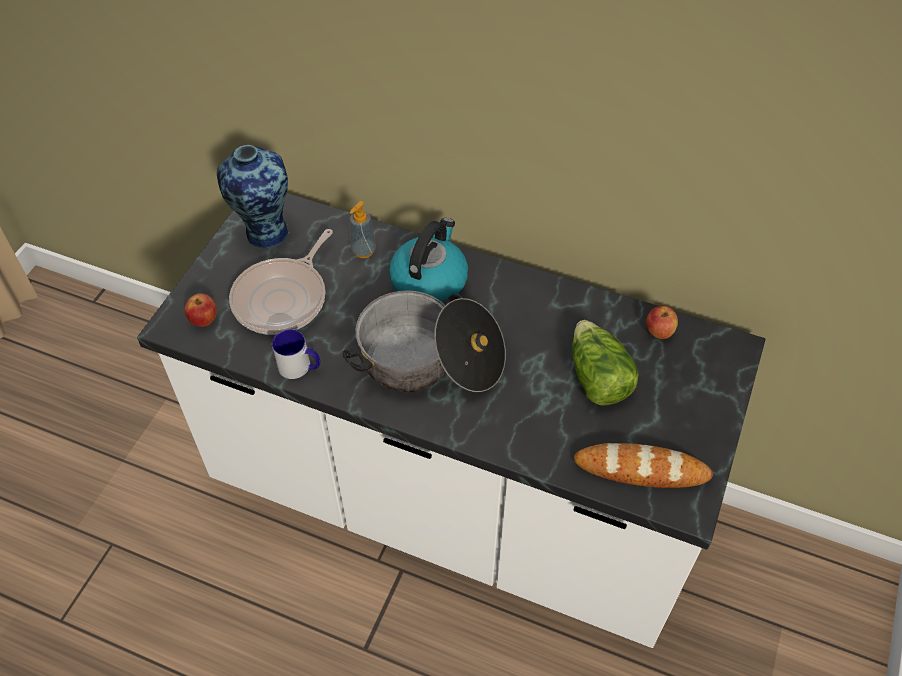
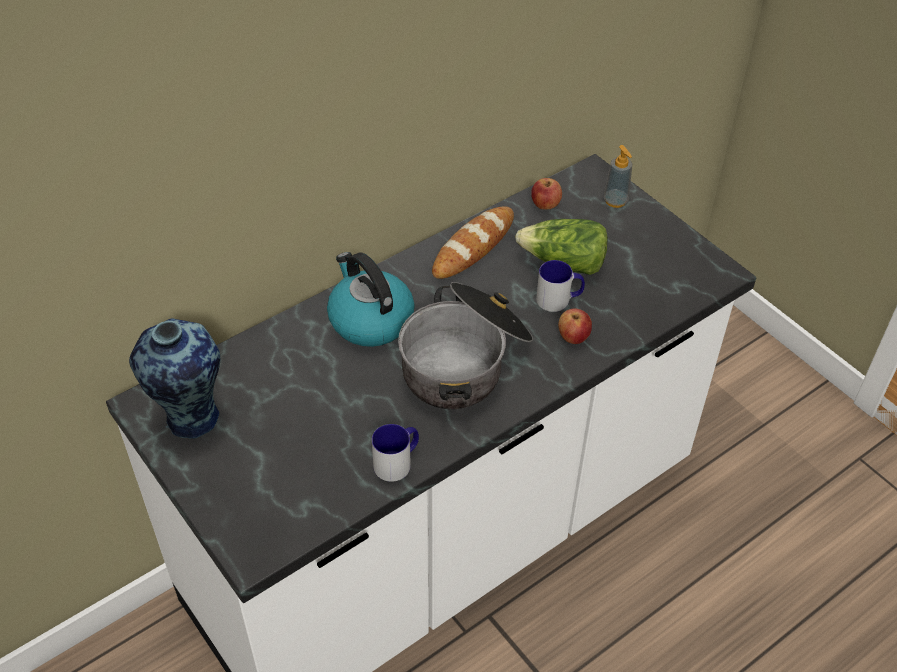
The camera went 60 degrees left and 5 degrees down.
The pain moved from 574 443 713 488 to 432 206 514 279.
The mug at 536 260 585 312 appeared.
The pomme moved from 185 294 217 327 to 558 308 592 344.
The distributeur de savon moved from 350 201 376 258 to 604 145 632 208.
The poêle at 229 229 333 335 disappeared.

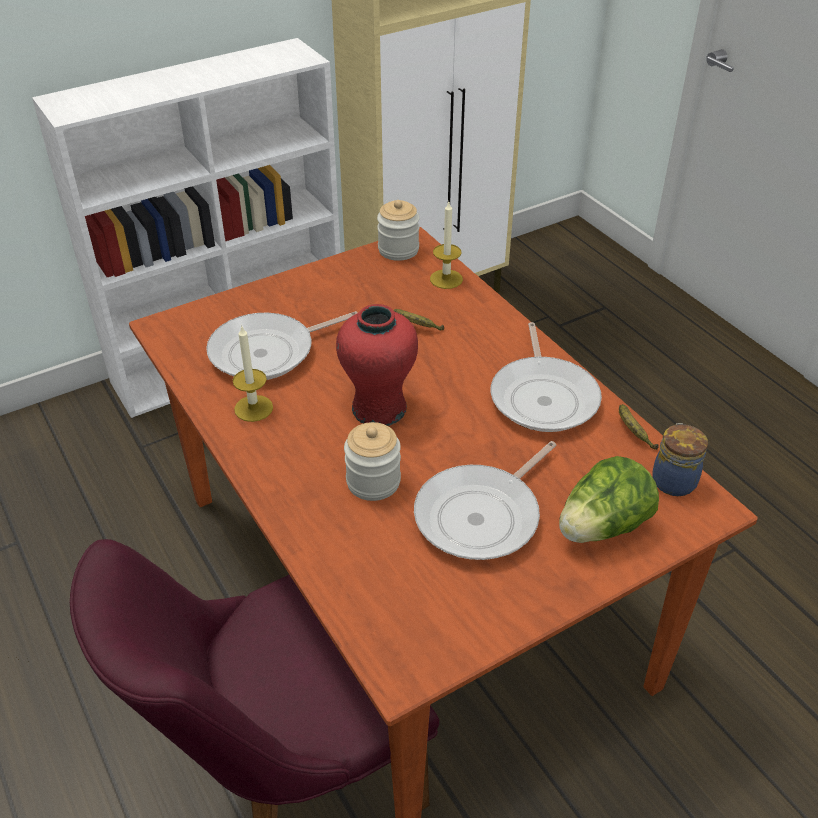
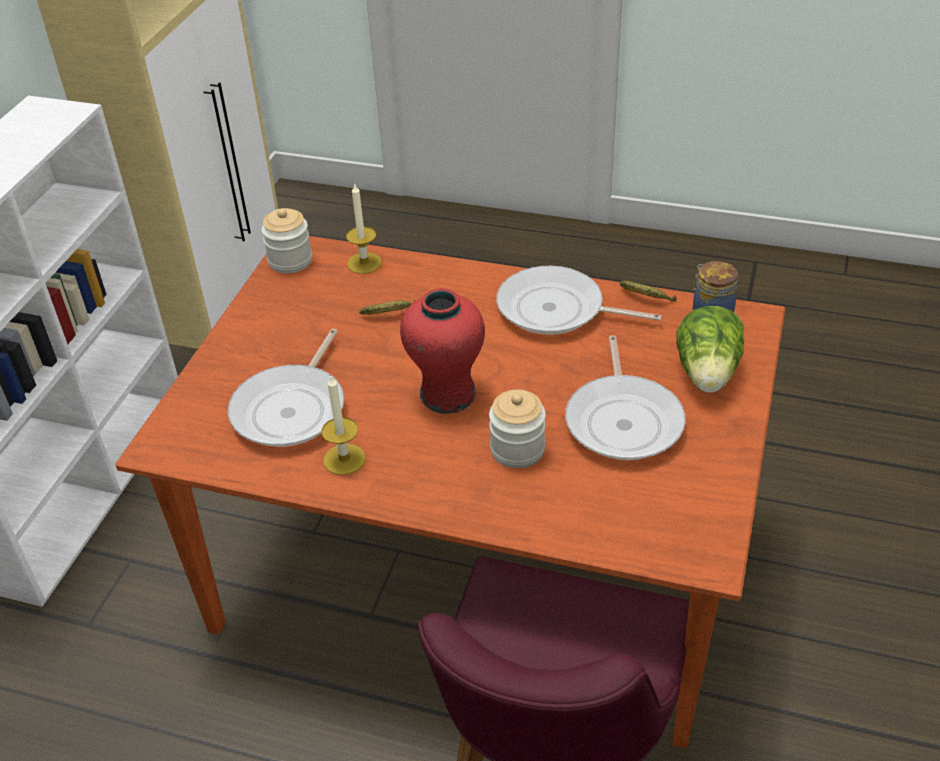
The camera went 40 degrees left and 0 degrees up.
The poêle at 491 322 602 432 turned 150 degrees clockwise.

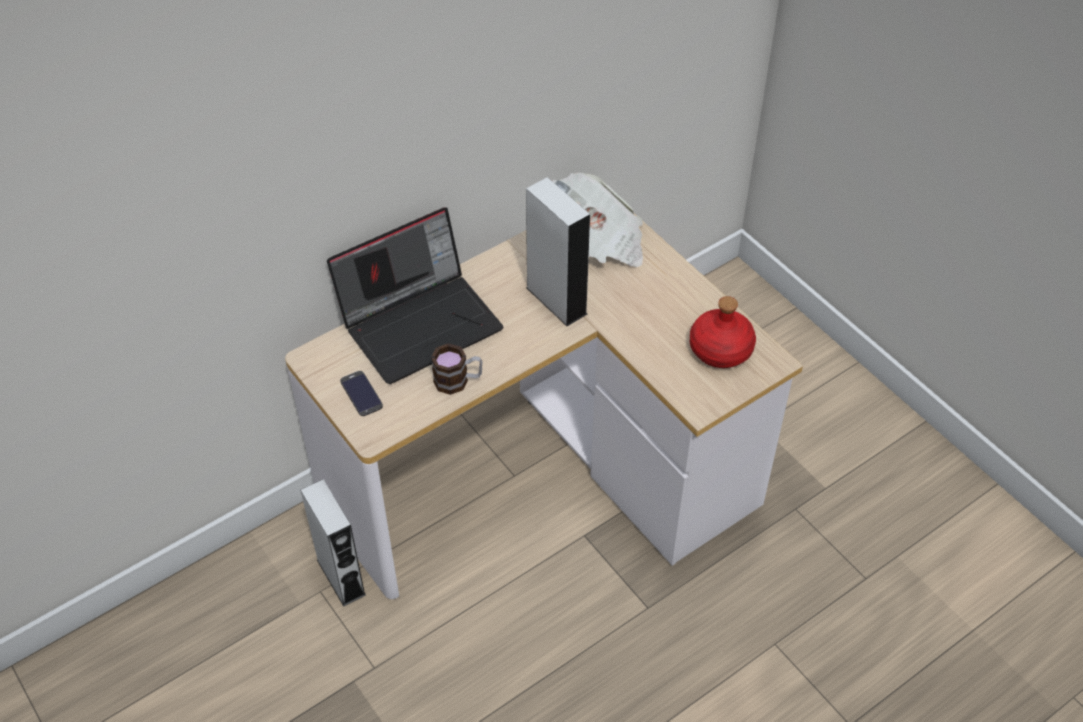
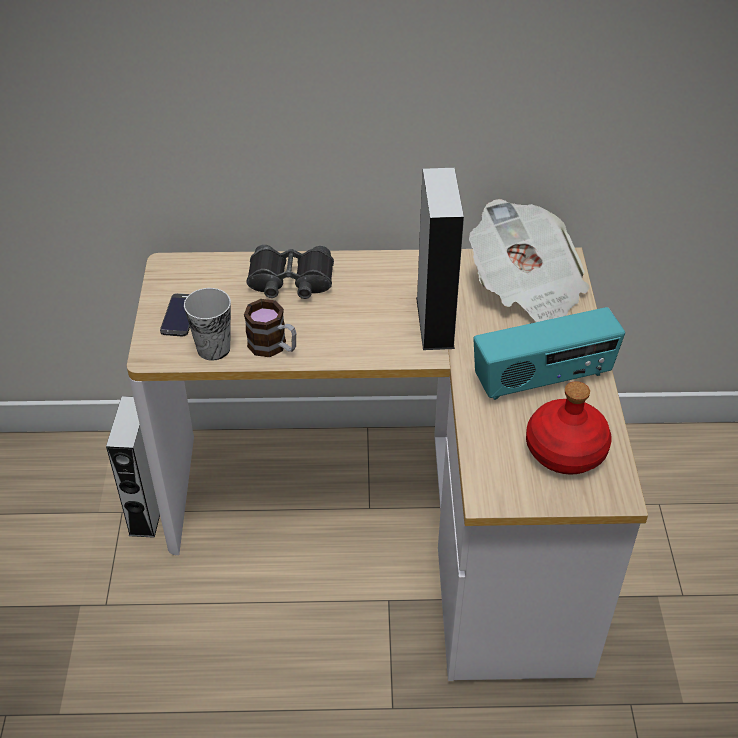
The camera went 35 degrees right and 5 degrees down.
The tasse at 184 288 231 360 appeared.
The ordinateur portable at 327 207 504 384 was replaced by the jumelles [noir] at 246 245 334 299.
The radio at 473 307 625 400 appeared.

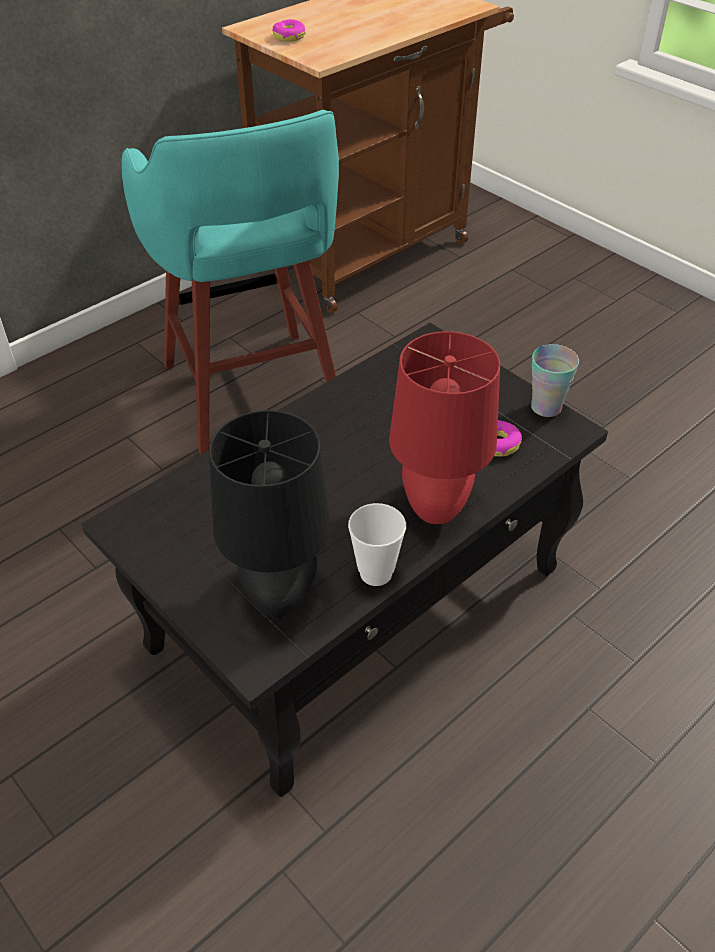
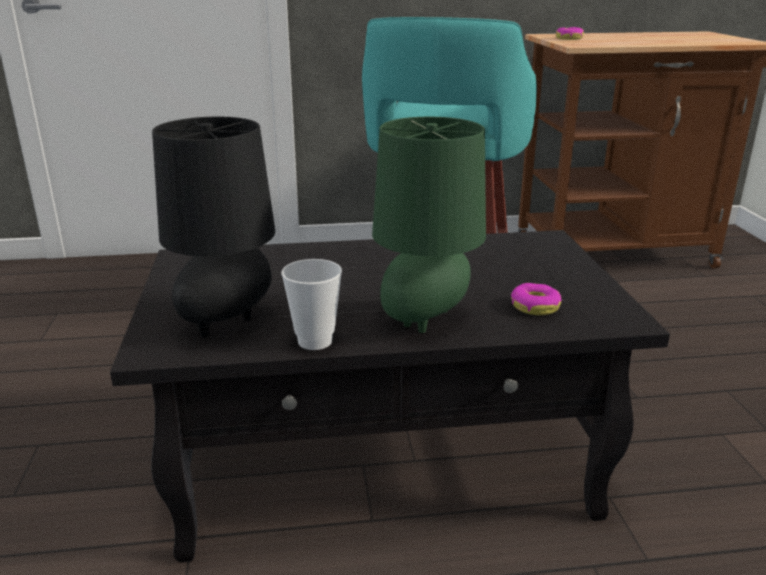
The camera went 35 degrees right and 20 degrees down.
The lampe de table [rouge] at 389 331 500 524 became the lampe de table [vert] at 372 117 486 333.
The tasse at 531 344 579 417 disappeared.

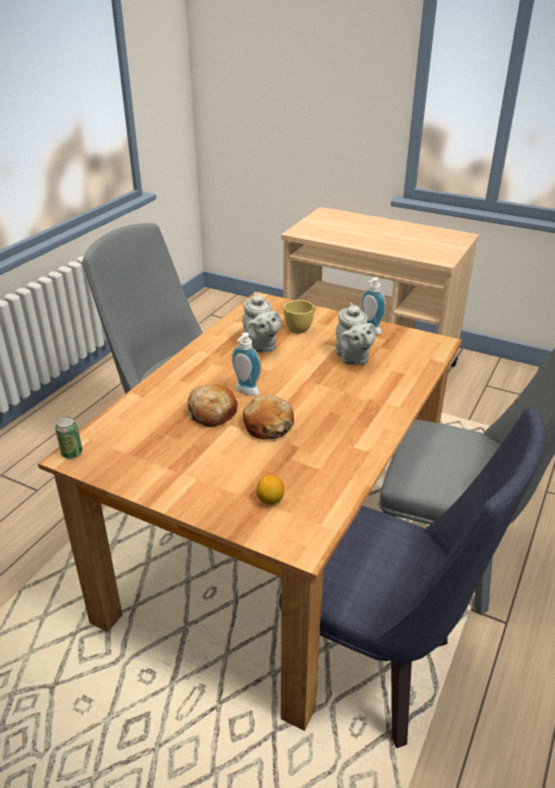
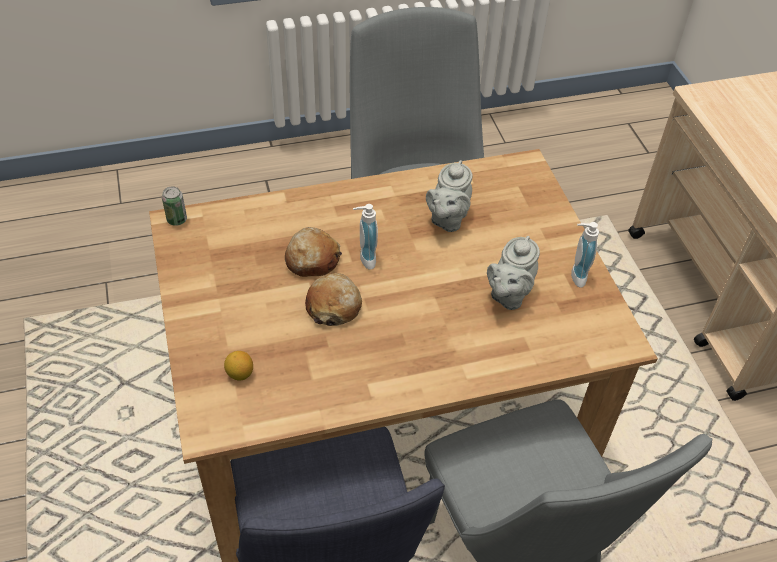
The camera went 45 degrees right and 15 degrees up.
The tasse [jaune] at 284 300 315 334 disappeared.

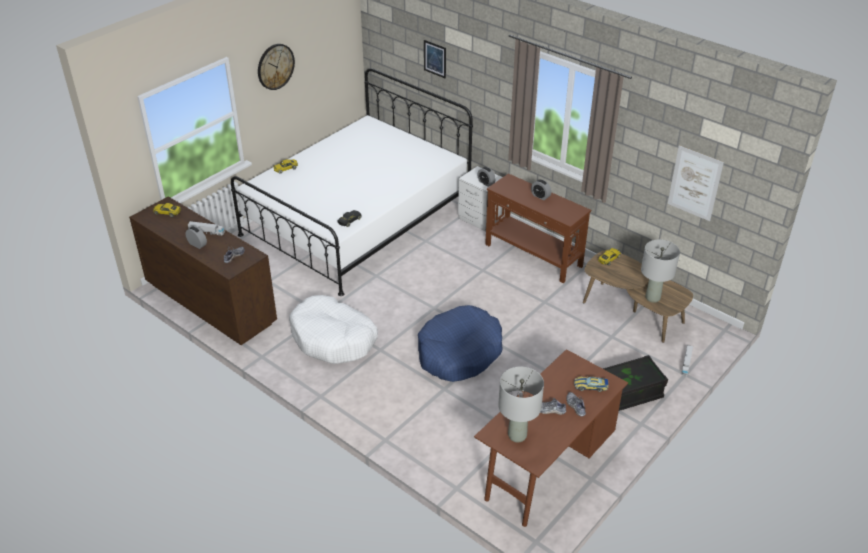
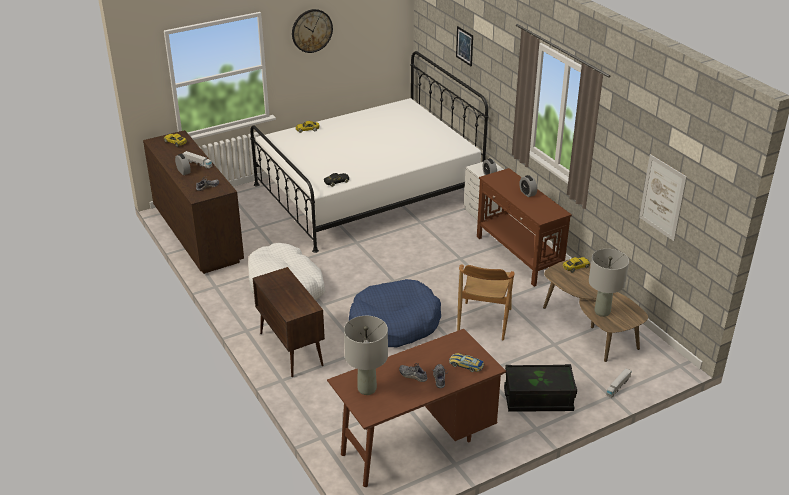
The camera went 20 degrees right and 5 degrees down.
The meuble de rangement [marron] at 253 267 325 377 appeared.
The chaise [marron] at 457 265 515 340 appeared.

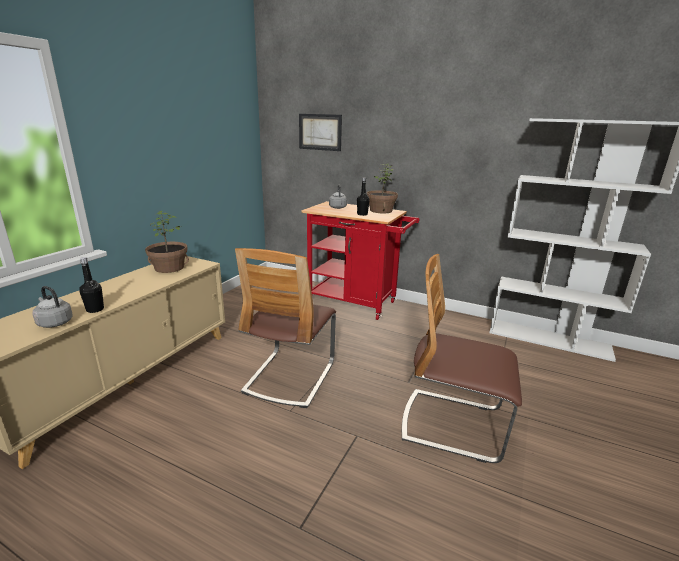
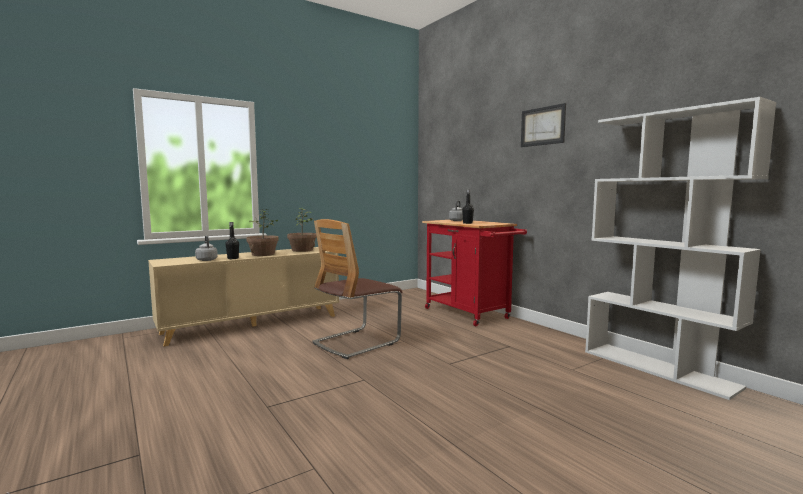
The camera went 30 degrees right and 15 degrees down.
The plante en pot moved from 367 163 398 213 to 246 209 279 256.
The tableau moved from 299 114 342 151 to 521 103 566 147.
The chaise at 402 254 522 463 disappeared.

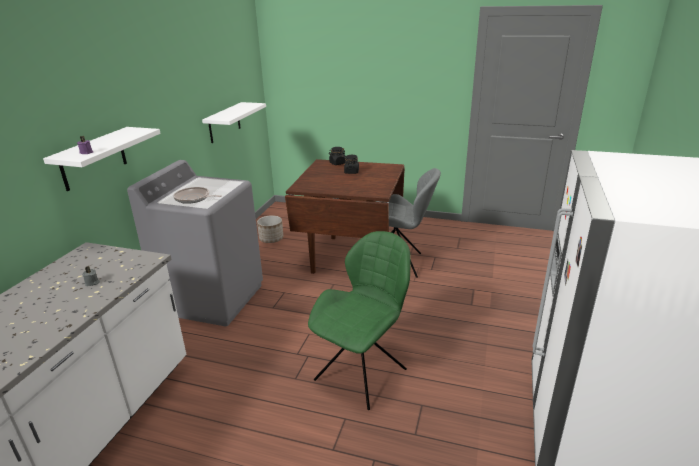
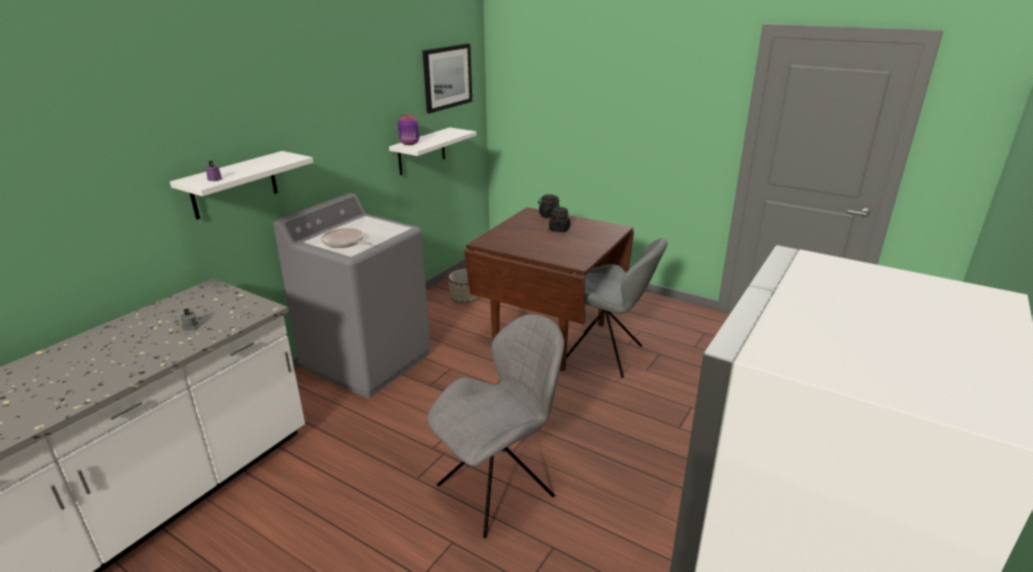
The camera went 15 degrees right and 0 degrees up.
The bocal [violet] at 398 115 419 145 appeared.
The tableau at 423 44 472 113 appeared.
The chaise [vert] at 308 231 411 410 became the chaise [gris] at 427 314 564 538.

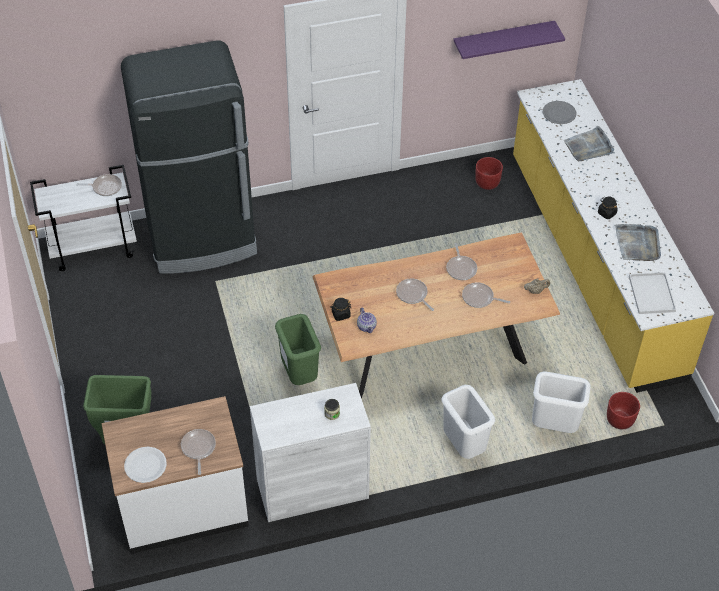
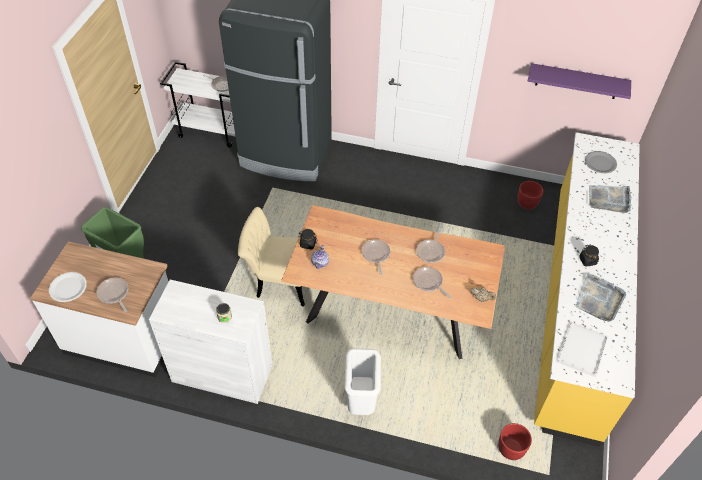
The camera went 30 degrees right and 0 degrees up.
The poêle at 181 429 216 475 turned 60 degrees counterclockwise.
The poubelle [vert] at 275 314 321 385 was replaced by the chaise [beige] at 238 207 305 307.
The poubelle [blanc] at 532 371 591 433 disappeared.

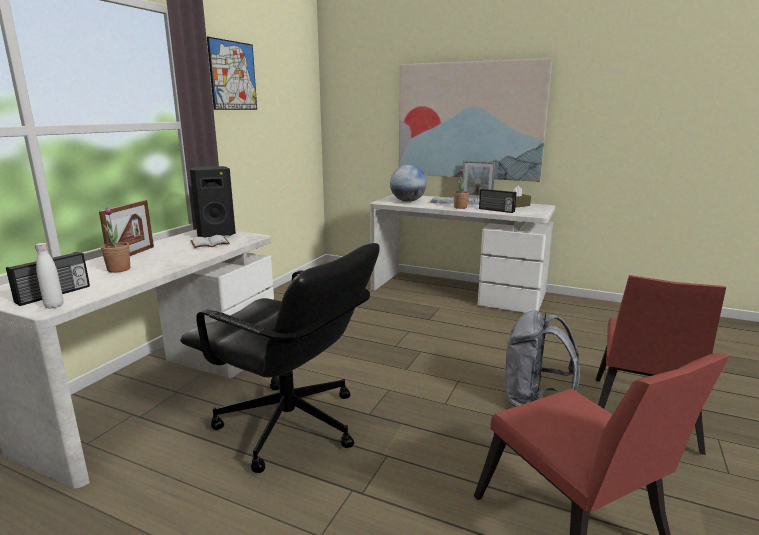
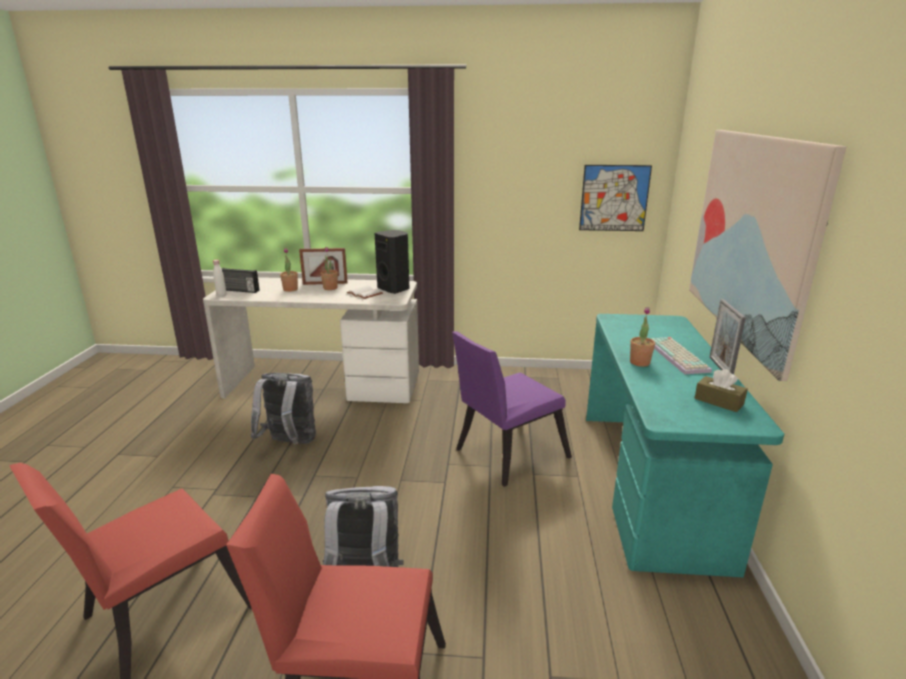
The camera went 70 degrees right and 5 degrees up.
The chaise de bureau [noir] at 180 243 380 473 was replaced by the sac à dos [gris] at 250 373 316 445.
The plante en pot at 321 247 338 290 appeared.
The chaise [violet] at 452 331 572 487 appeared.
The tableau moved from 207 37 257 110 to 579 165 652 231.
The bureau [blanc] at 370 194 555 313 became the bureau [turquoise] at 586 314 784 578.
The globe at 390 165 427 202 disappeared.
The radio at 479 189 516 213 disappeared.

